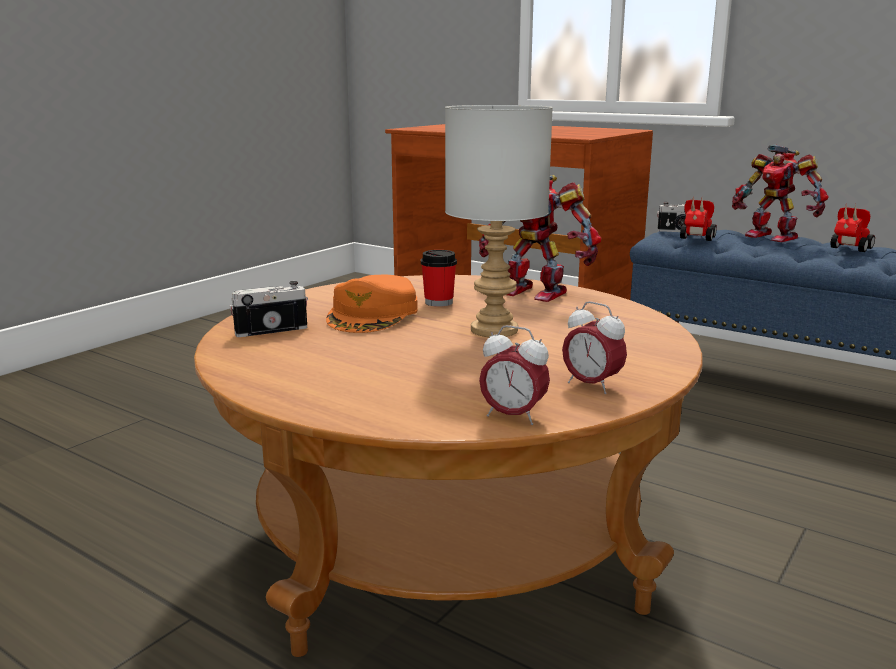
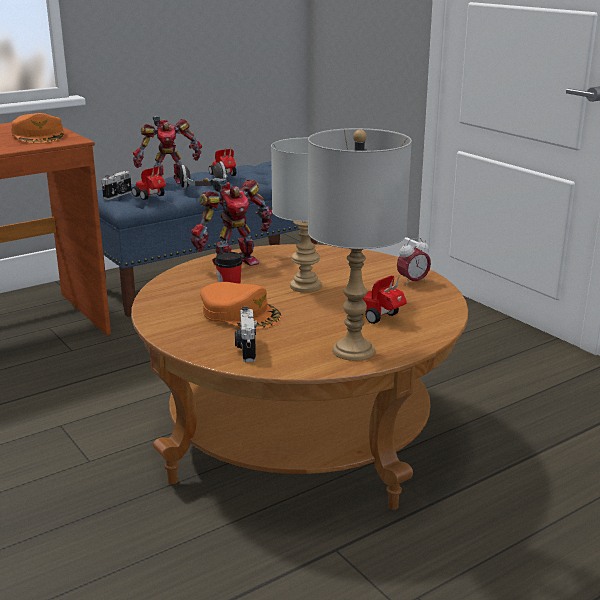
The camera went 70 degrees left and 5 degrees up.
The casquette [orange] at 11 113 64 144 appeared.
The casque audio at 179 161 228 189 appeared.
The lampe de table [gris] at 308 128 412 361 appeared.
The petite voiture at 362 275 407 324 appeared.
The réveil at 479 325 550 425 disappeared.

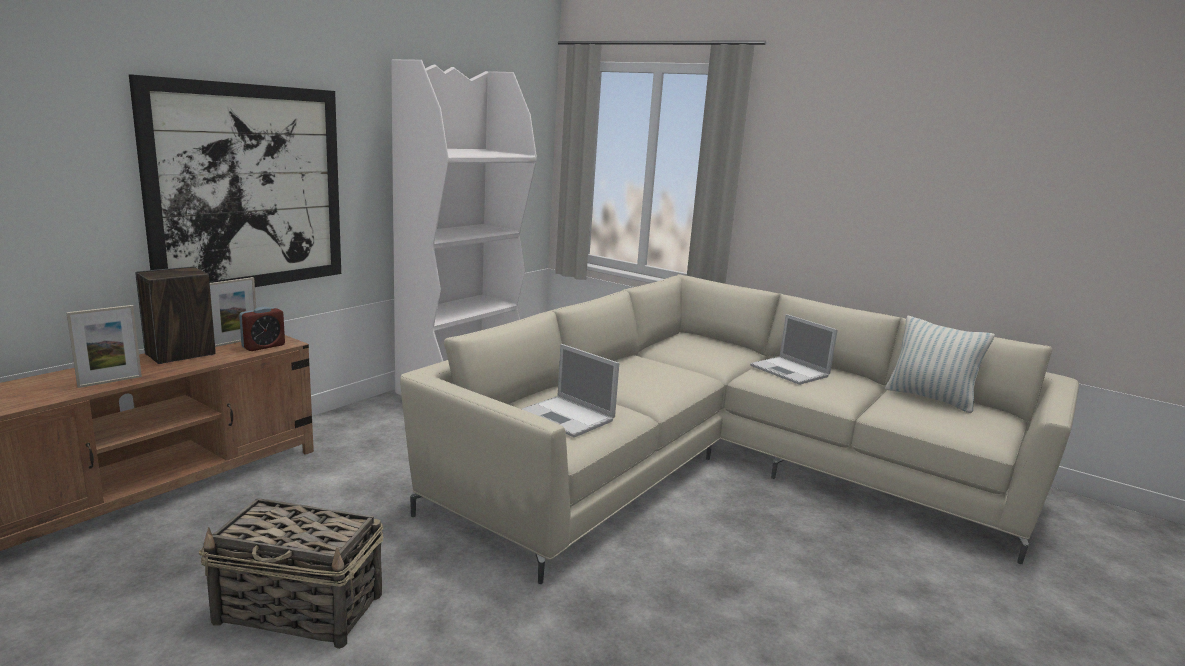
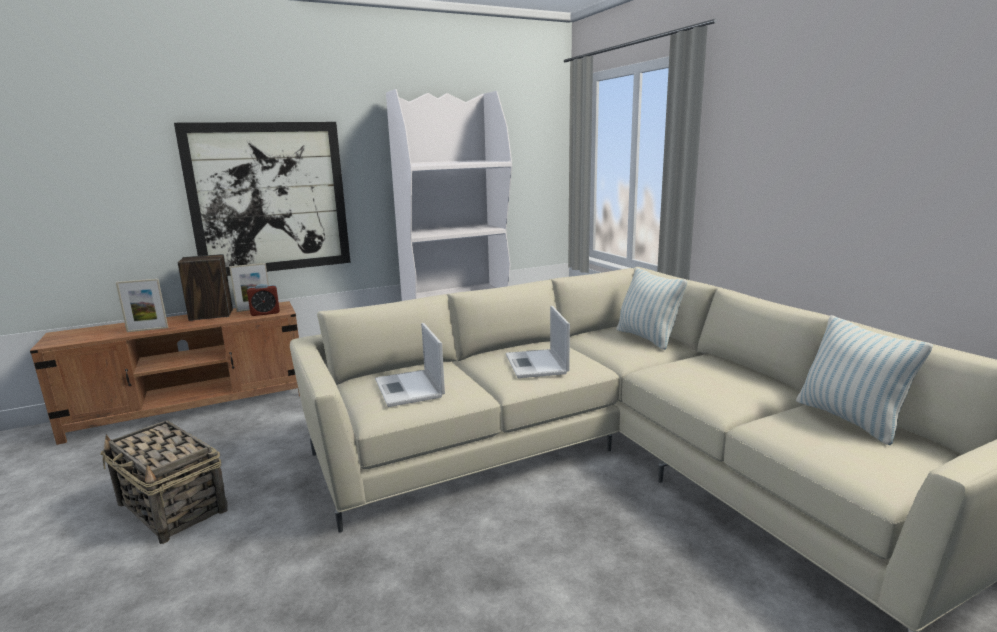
The camera went 30 degrees right and 0 degrees up.
The ordinateur portable moved from 750 314 838 385 to 506 306 570 378.
The coussin at 617 268 687 350 appeared.

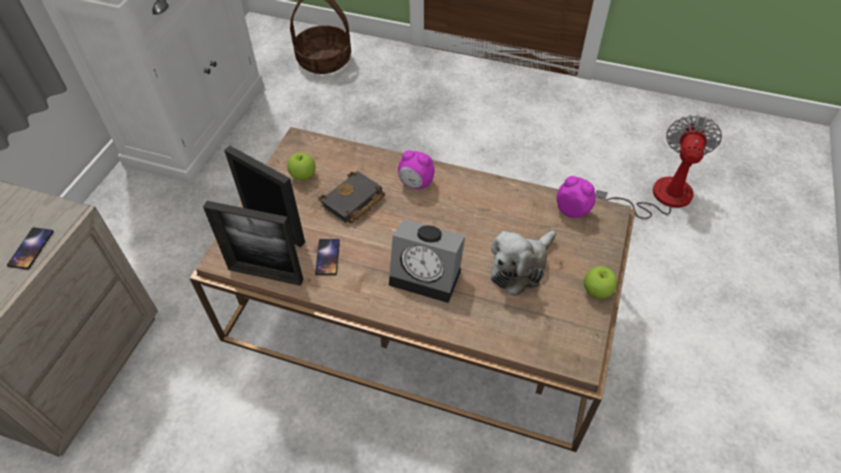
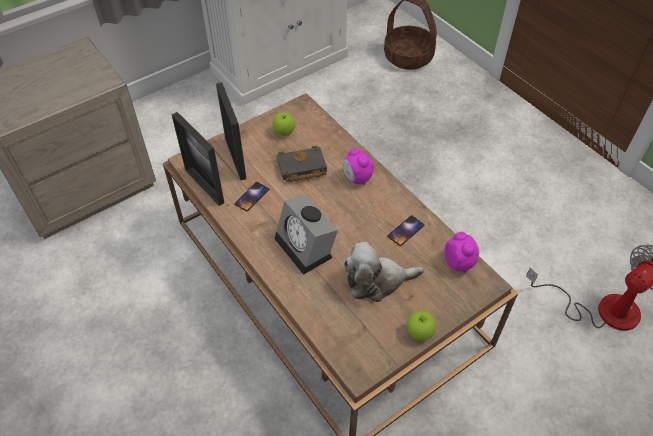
The camera went 35 degrees right and 0 degrees up.
The téléphone moved from 7 227 54 269 to 387 215 424 246.

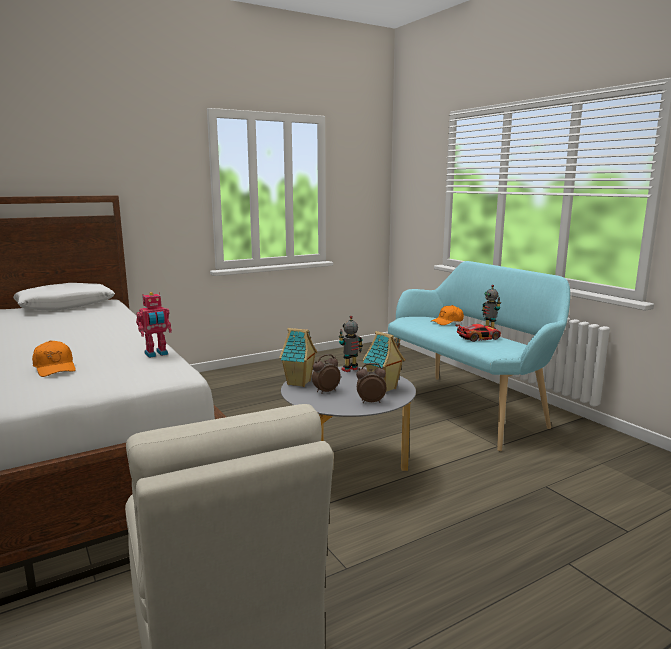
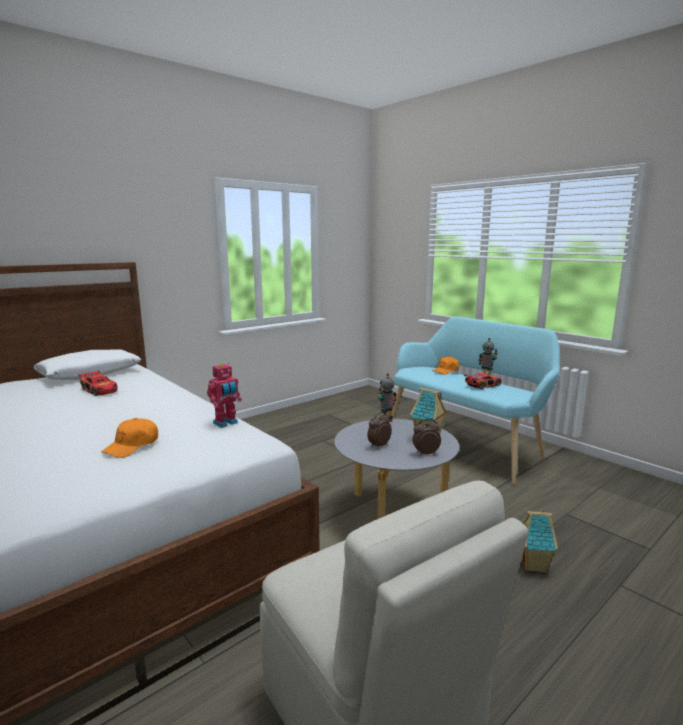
The camera went 10 degrees left and 0 degrees up.
The petite voiture at 78 370 117 396 appeared.
The casquette [orange] at 32 340 76 377 turned 75 degrees clockwise.
The maison miniature moved from 279 328 317 387 to 522 510 558 573.

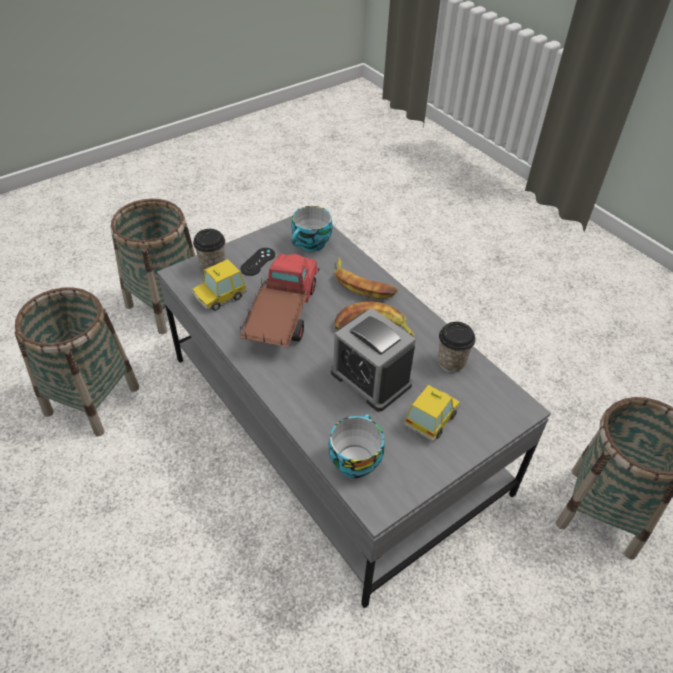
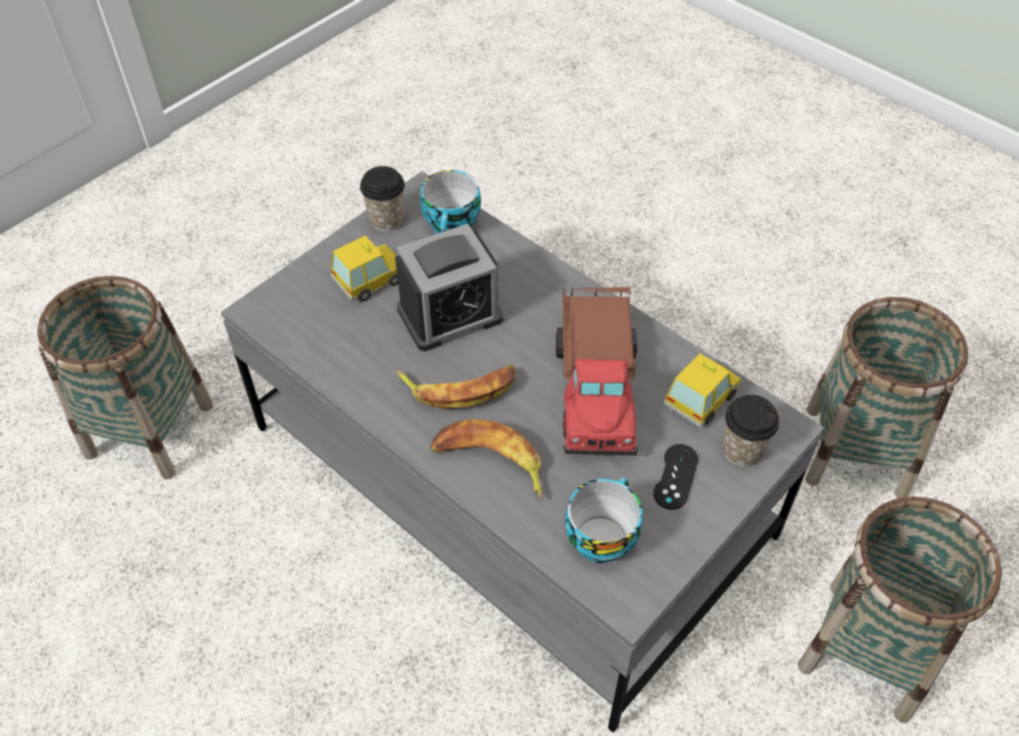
The camera went 170 degrees right and 5 degrees up.
The petite voiture at 404 385 460 441 turned 150 degrees counterclockwise.
The tasse moved from 438 322 475 373 to 360 166 405 231.
The réveil at 331 308 416 412 turned 120 degrees clockwise.

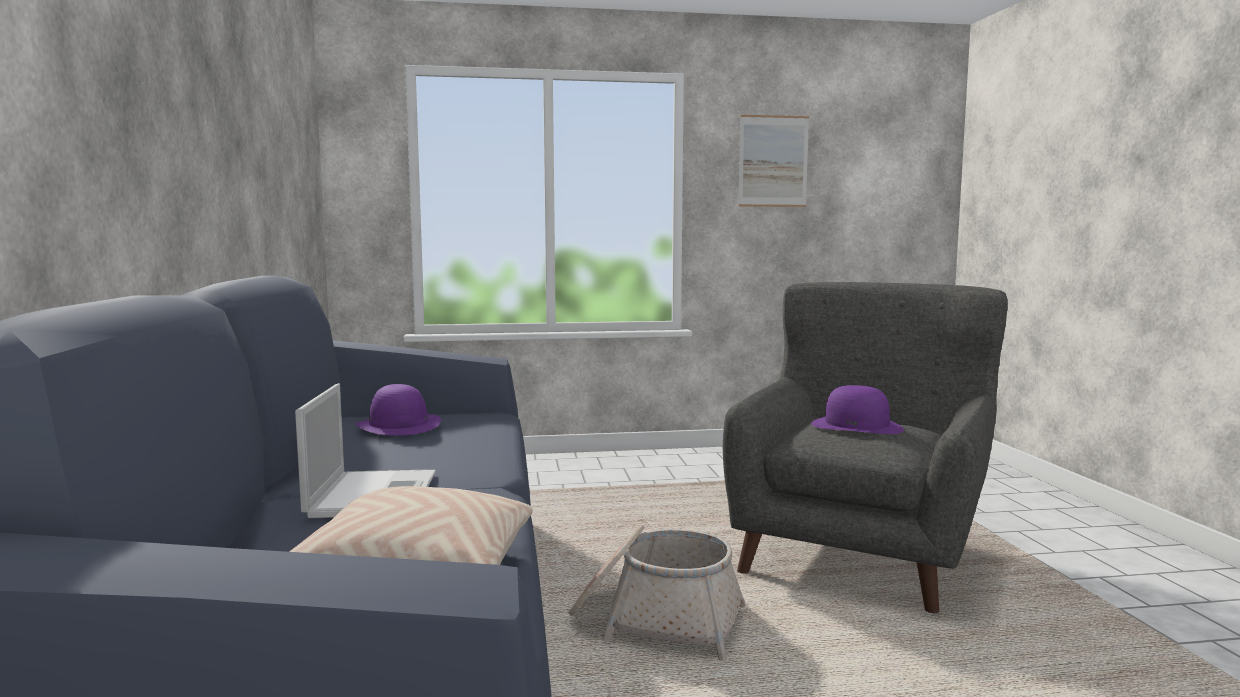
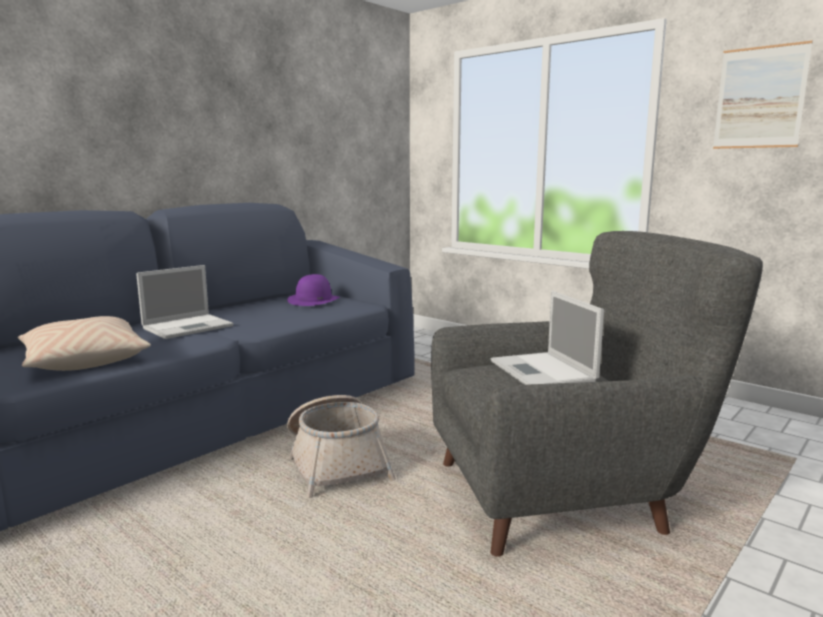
The camera went 50 degrees right and 5 degrees up.
The chapeau [violet] at 811 385 904 434 was replaced by the ordinateur portable at 491 291 604 385.

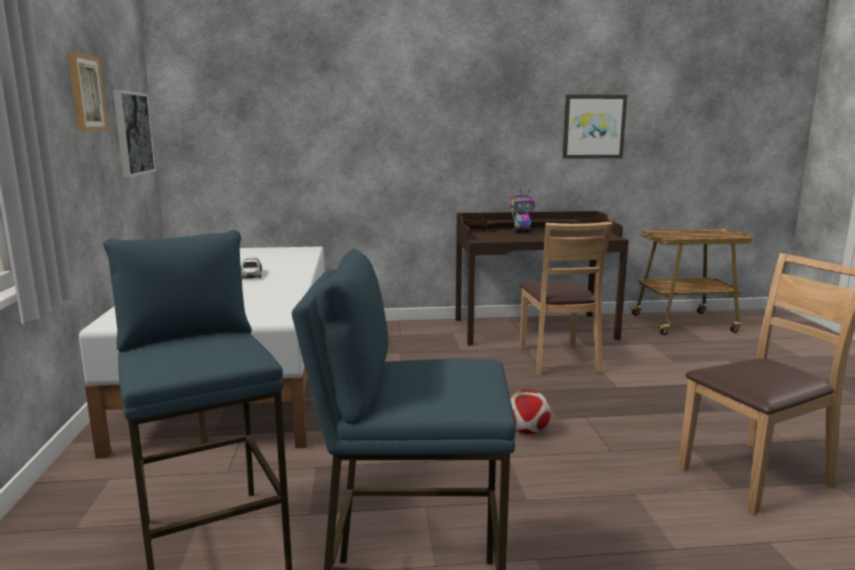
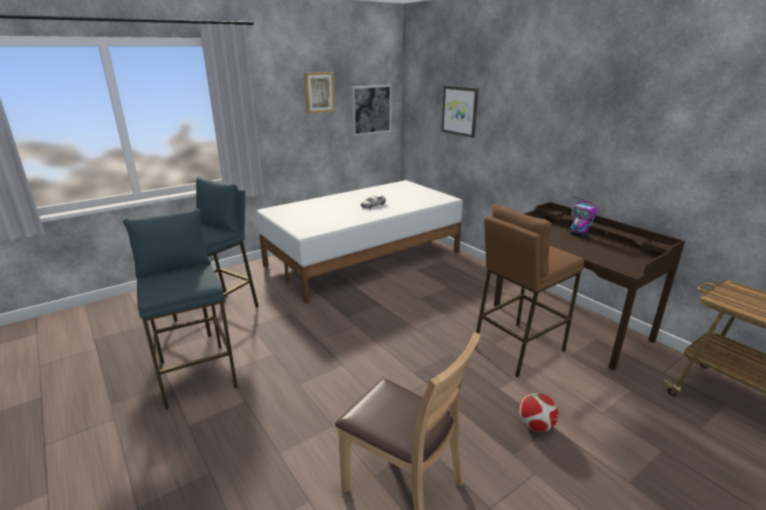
The camera went 60 degrees right and 10 degrees up.
The tableau moved from 562 94 627 159 to 441 85 479 138.
The chaise [marron] at 520 222 613 376 was replaced by the tabouret [marron] at 475 205 584 378.
The ballon de foot moved from 510 389 551 434 to 519 393 558 432.

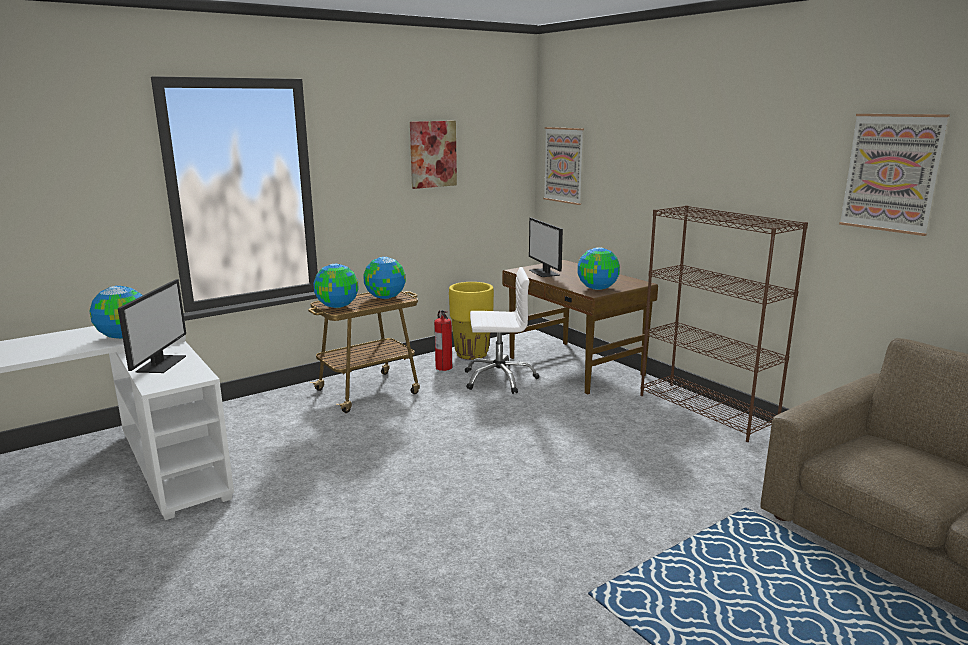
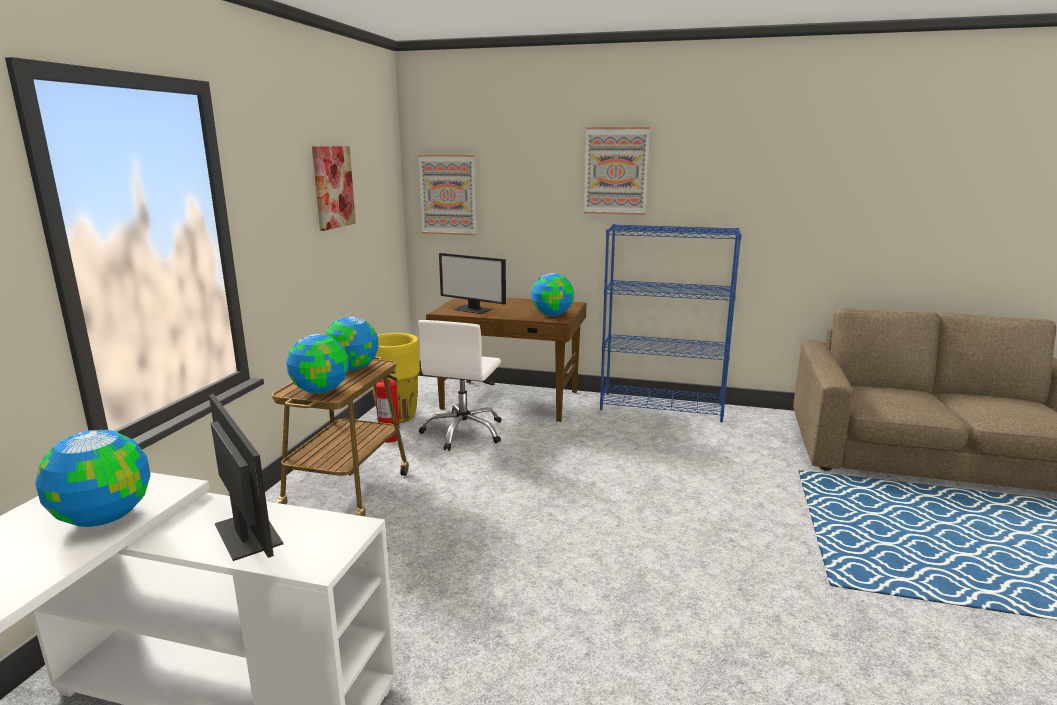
The camera went 40 degrees left and 0 degrees up.
The chaise de bureau [blanc] at 465 267 540 394 turned 150 degrees clockwise.
The tableau moved from 839 114 950 236 to 584 127 650 215.
The bibliothèque [marron] at 640 205 808 442 became the bibliothèque [bleu] at 600 224 742 422.

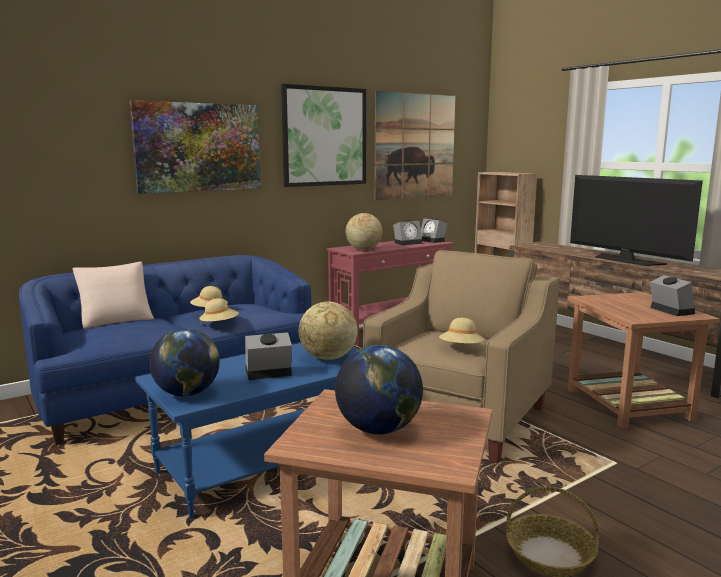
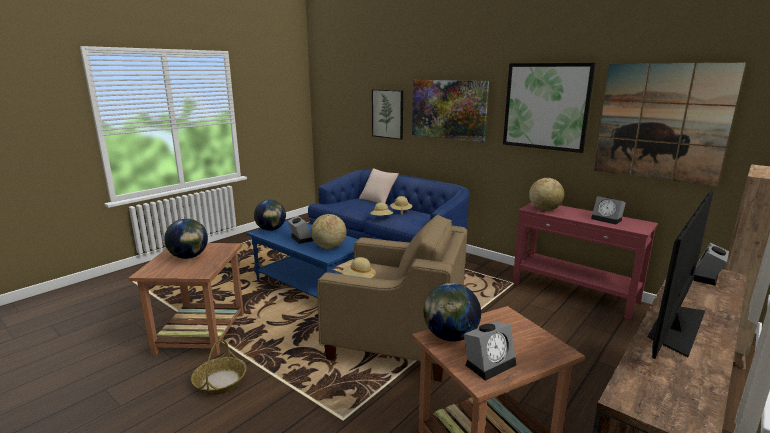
The camera went 75 degrees right and 5 degrees up.
The tableau at 372 89 403 140 appeared.
The globe at 424 283 481 342 appeared.
The réveil moved from 421 218 447 243 to 693 243 729 286.

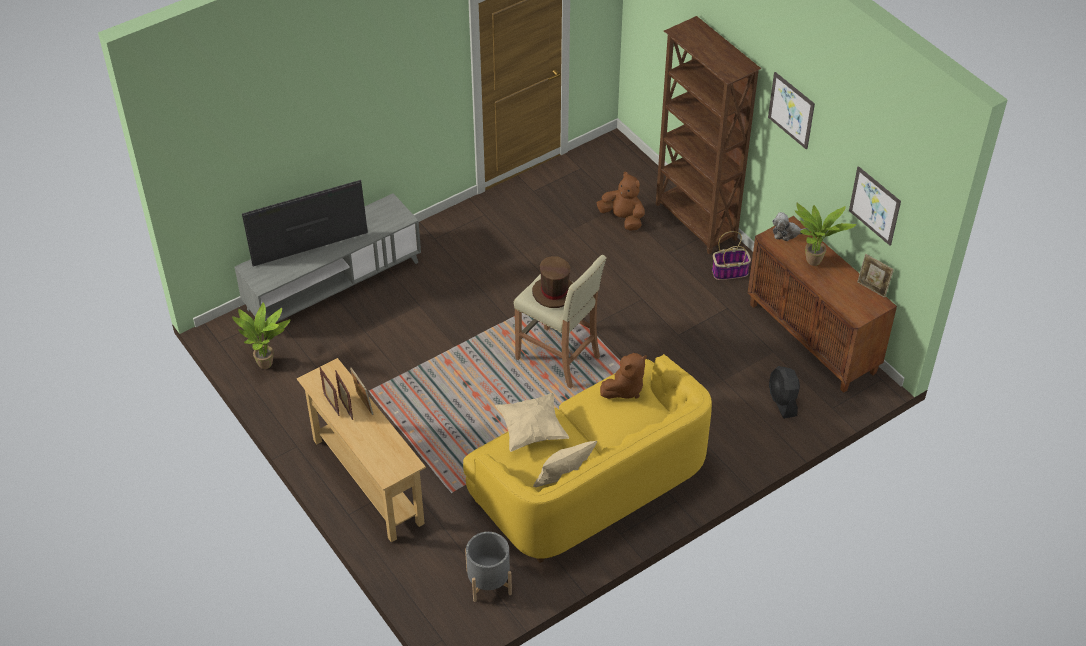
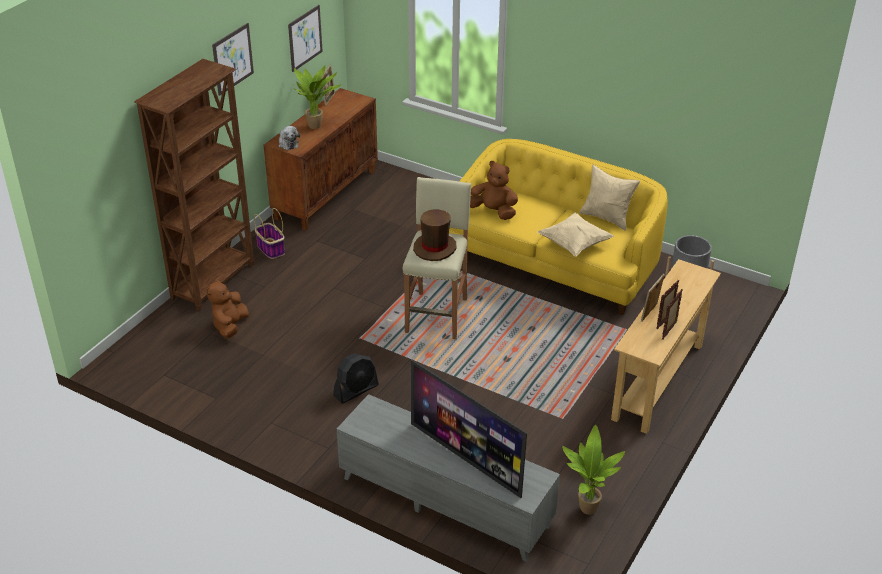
The camera went 115 degrees left and 10 degrees down.
The ventilateur [noir] moved from 769 366 800 419 to 333 353 379 404.

